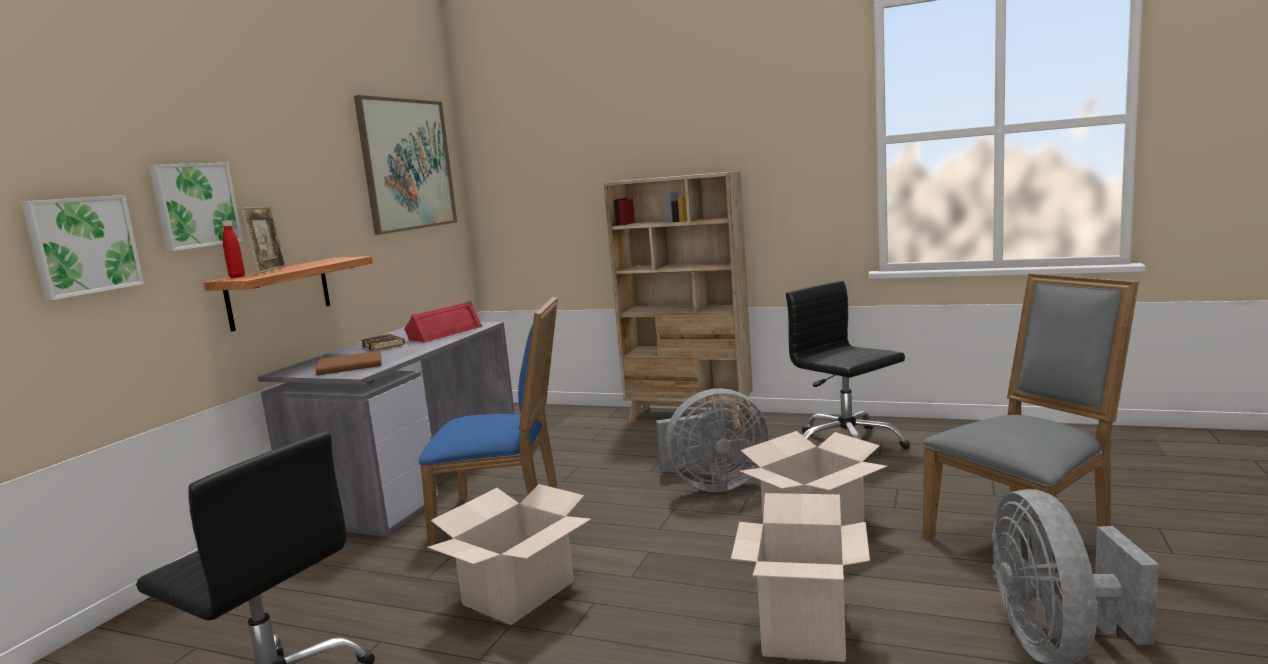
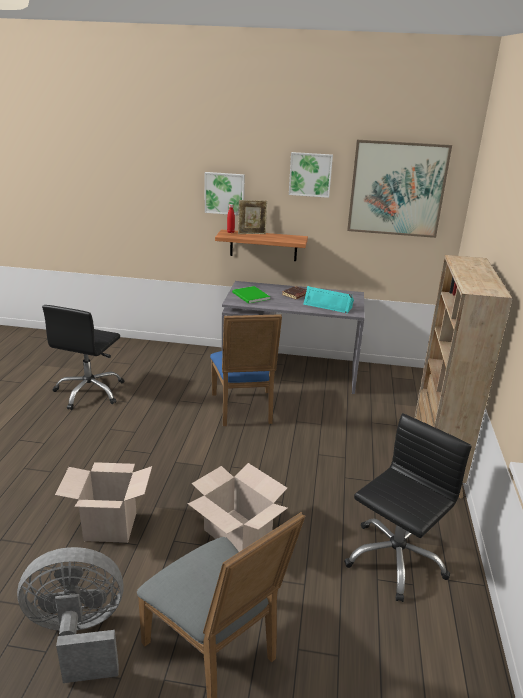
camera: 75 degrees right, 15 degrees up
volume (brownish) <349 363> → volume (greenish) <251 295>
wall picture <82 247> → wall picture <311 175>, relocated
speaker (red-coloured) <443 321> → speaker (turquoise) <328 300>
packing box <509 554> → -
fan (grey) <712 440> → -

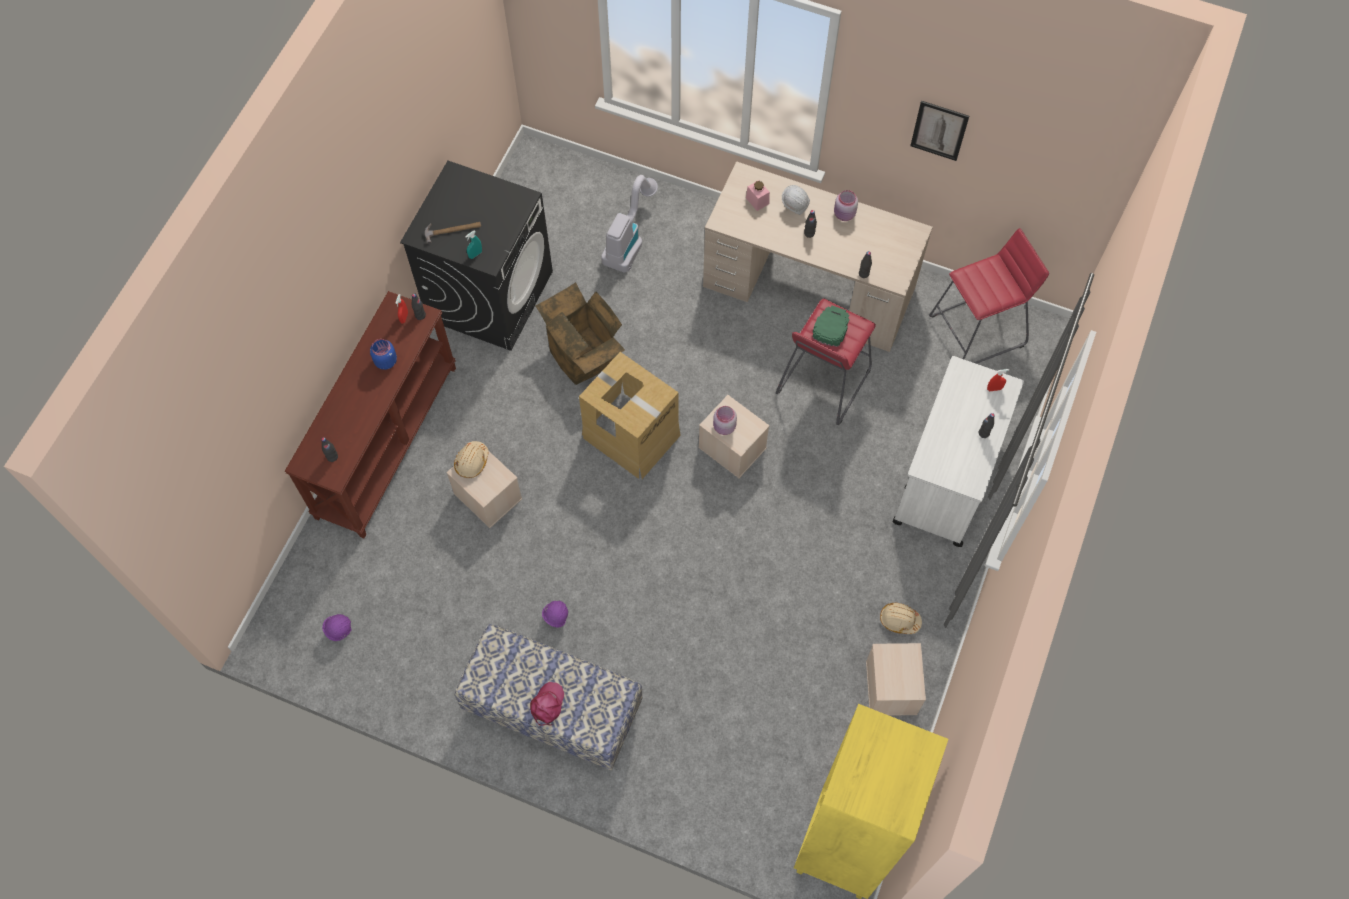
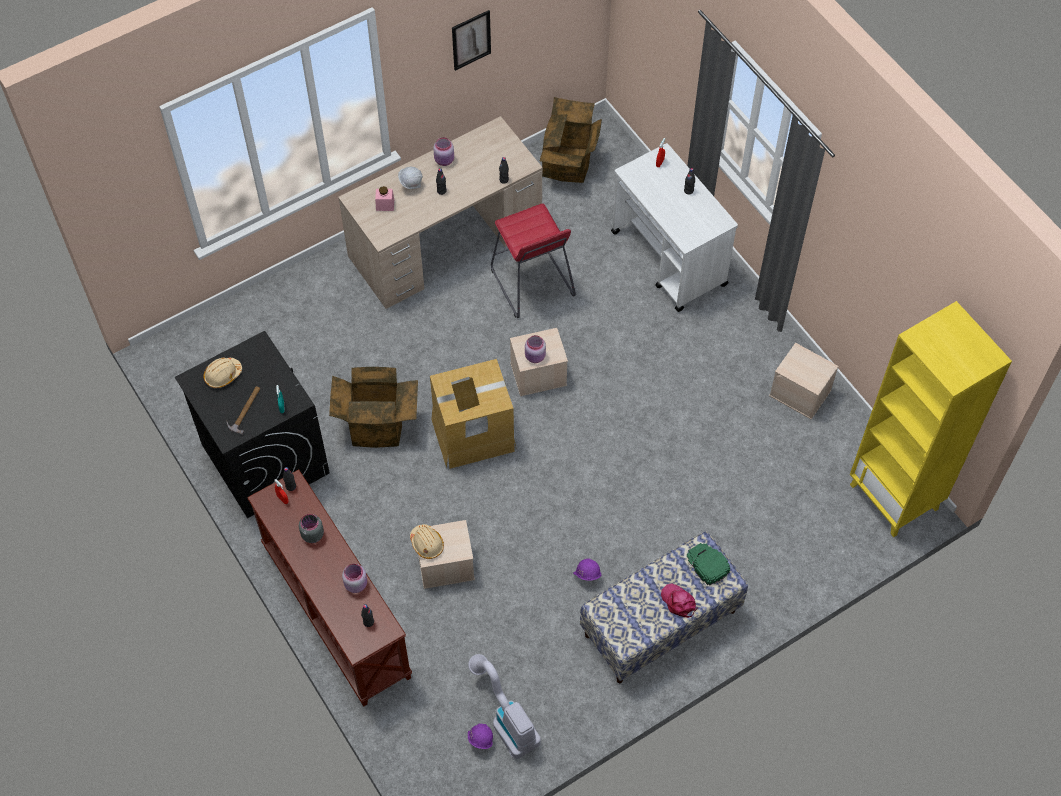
camera: 55 degrees left, 5 degrees down
work helmet (sand-coloured) <901 618> → work helmet (sand-coloured) <222 373>, relocated
storage jar (blue) <383 354> → storage jar (grey) <311 528>
- → storage jar (pinkish) <354 578>
vacuum cleaner <629 223> → vacuum cleaner <504 706>, relocated
stool seat (red-coloured) <989 296> → packing box <571 140>
baseball cap (greenish) <831 326> → baseball cap (greenish) <708 564>, relocated

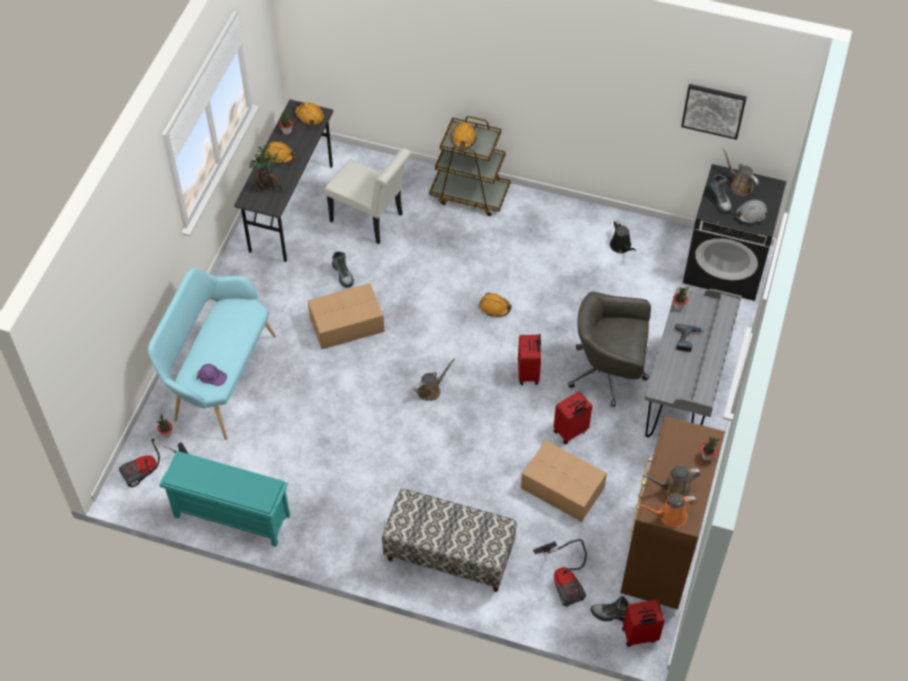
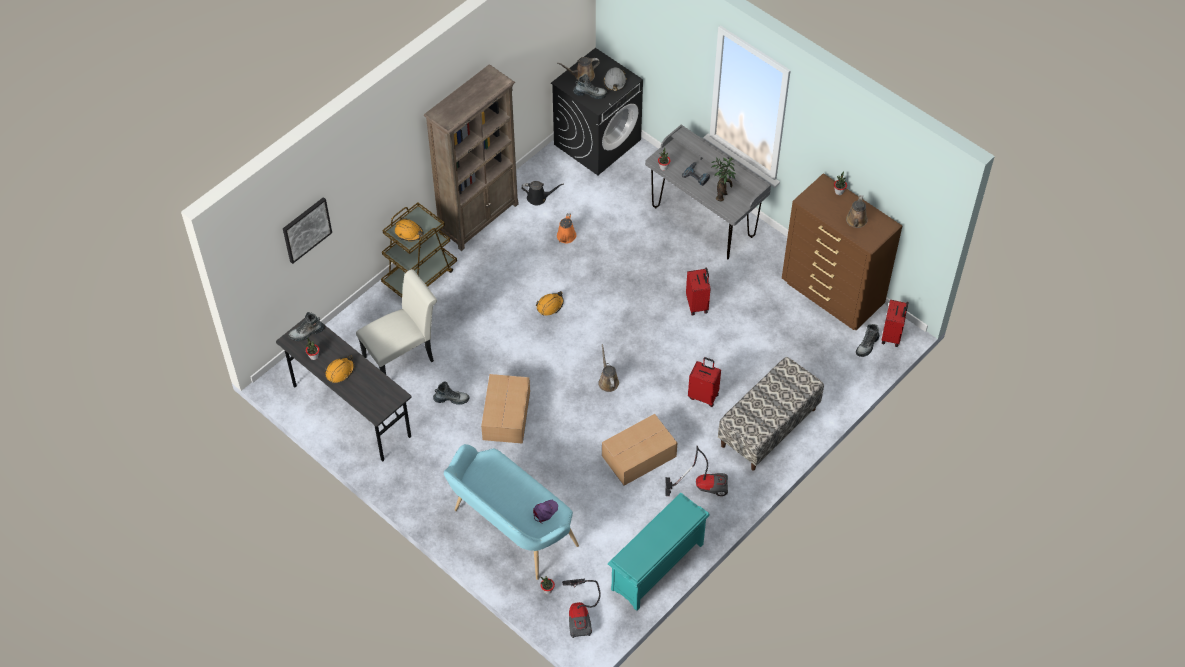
camera: 65 degrees left, 0 degrees up
wall picture <714 112> → wall picture <307 230>, relocated
work helmet (orange) <309 113> → high-top boot <306 326>
- → bookcase (brownish) <471 157>
sprinkling can (orange) <668 510> → sprinkling can (orange) <566 228>, relocated
packing box <564 481> → packing box <639 450>, relocated
vacuum cleaner <560 573> → vacuum cleaner <696 471>, relocated
piece of luggage (red-coloured) <529 359> → piece of luggage (red-coloured) <704 382>, relocated
plant in a pot <267 168> → plant in a pot <723 179>, relocated
office chair (grey) <609 349> → -

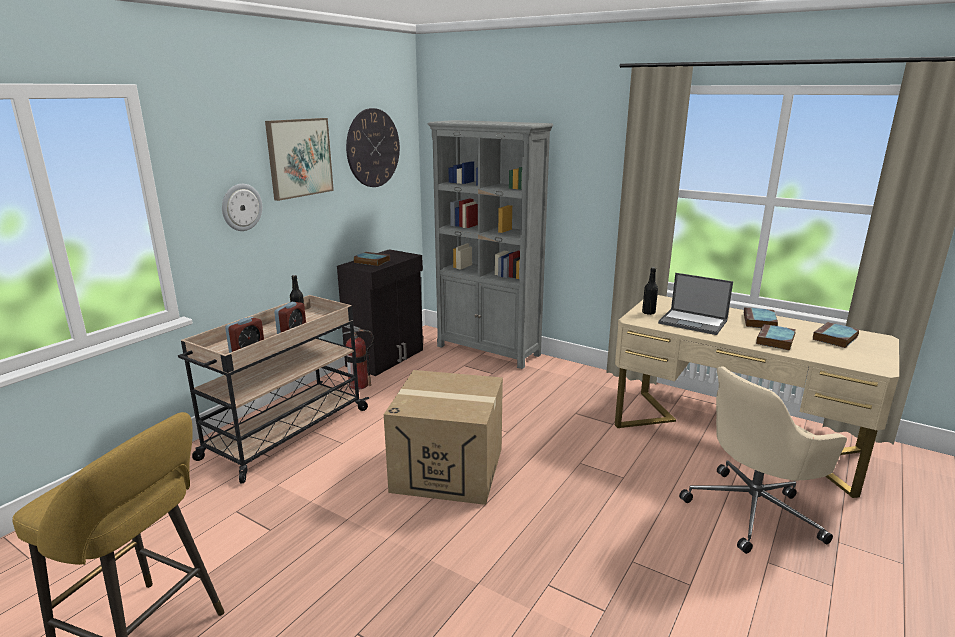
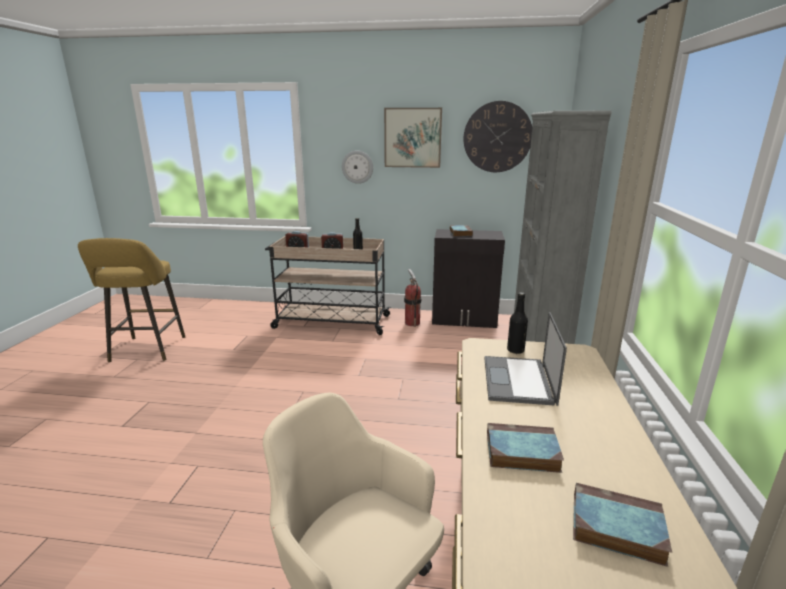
camera: 65 degrees right, 0 degrees up
packing box <443 437> → -
volume <761 317> → -

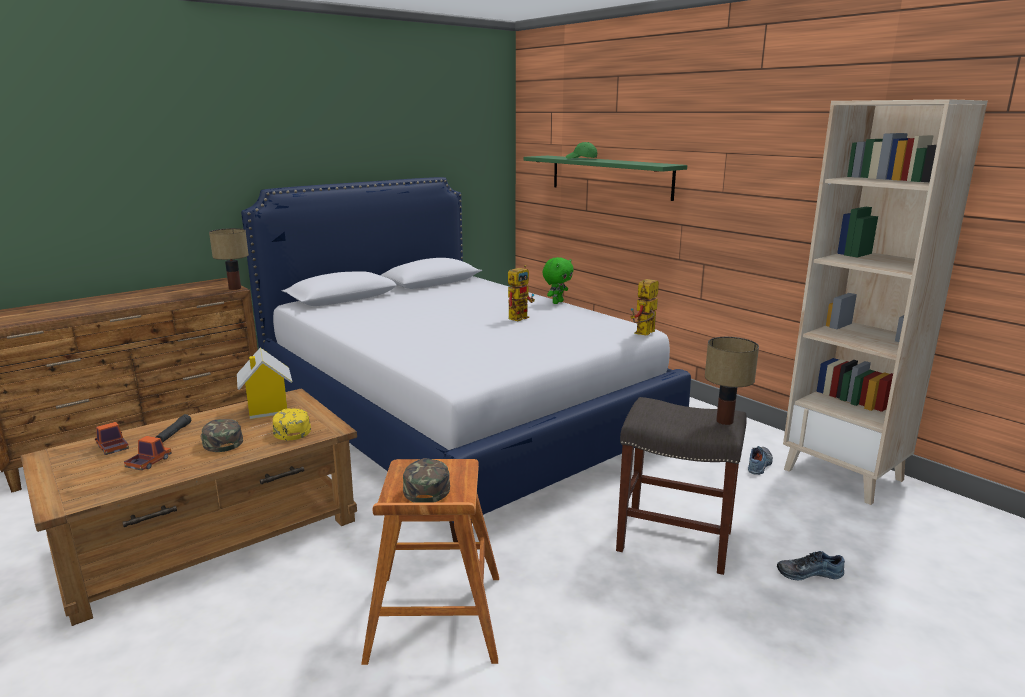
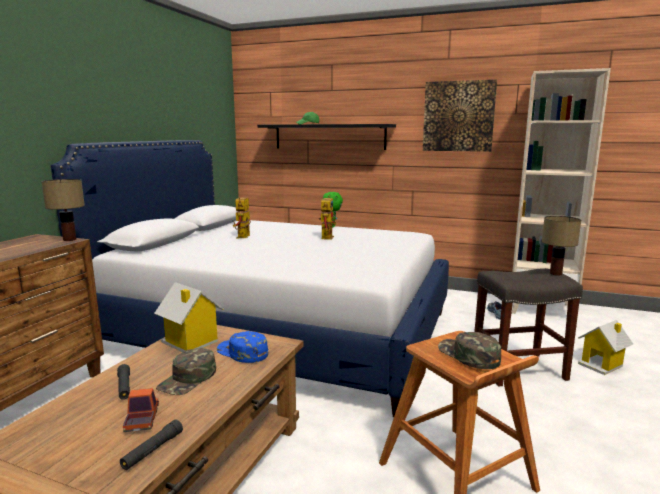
camera: 30 degrees left, 5 degrees down
- → flashlight (black-coloured) <151 444>
baseball cap (greenish) <221 435> → baseball cap (greenish) <186 371>, 90 degrees counterclockwise
baseball cap (yellow) <292 424> → baseball cap (blue) <242 347>
toy robot <645 307> → toy robot <241 217>, relocated
bracket shelf (greenish) <605 178> → bracket shelf (black-coloured) <326 137>
- → wall picture <460 115>
item of footwear <811 565> → miniature house <605 347>
toy lorry <112 438> → -

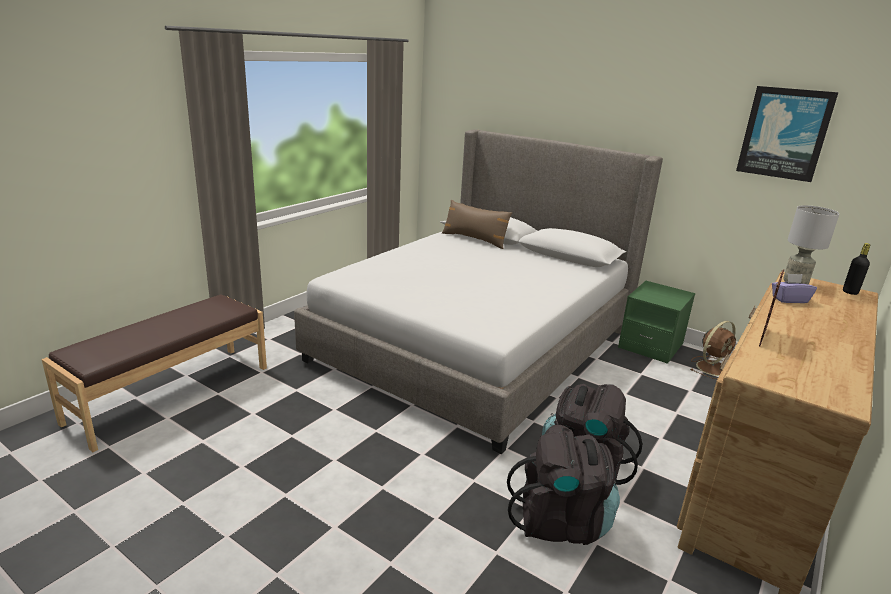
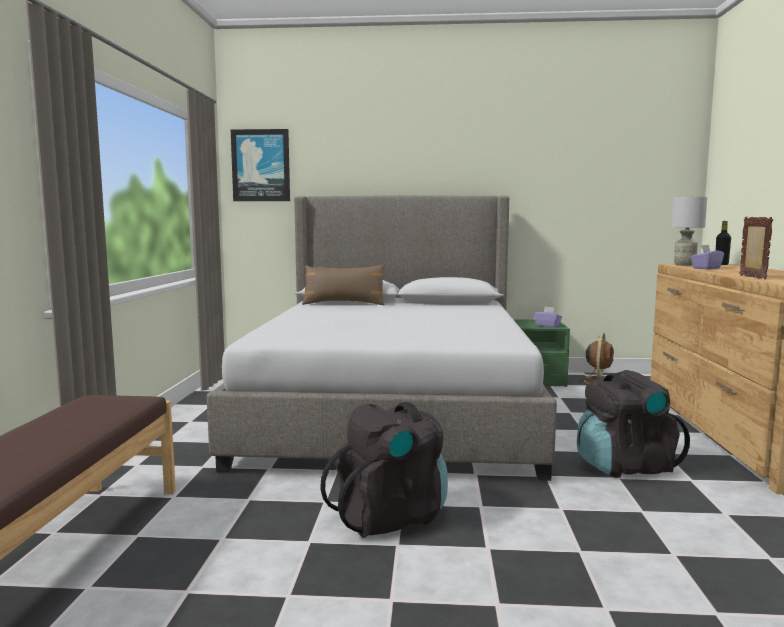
camera: 30 degrees left, 15 degrees down
wall picture <787 134> → wall picture <260 165>, relocated
rucksack (black-coloured) <563 485> → rucksack (black-coloured) <384 470>, relocated
- → tissue box (purple) <548 317>

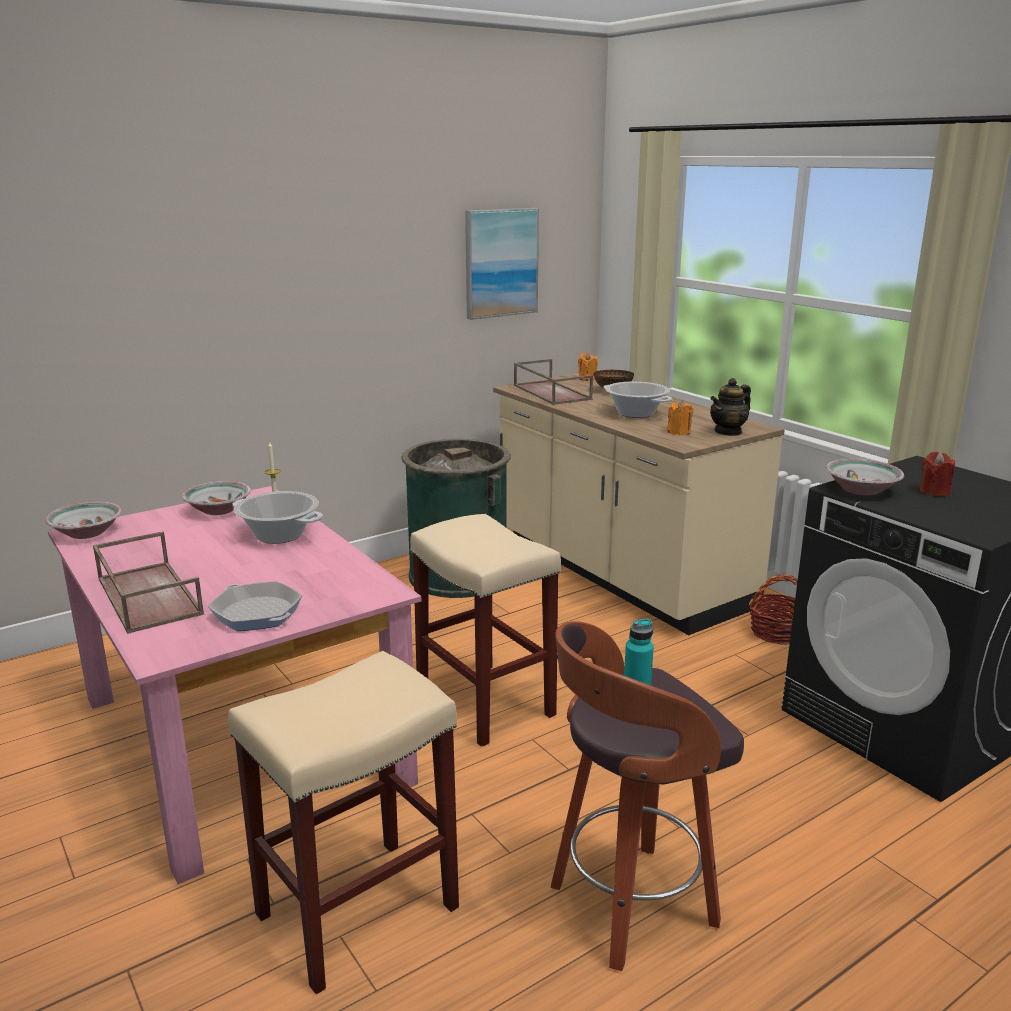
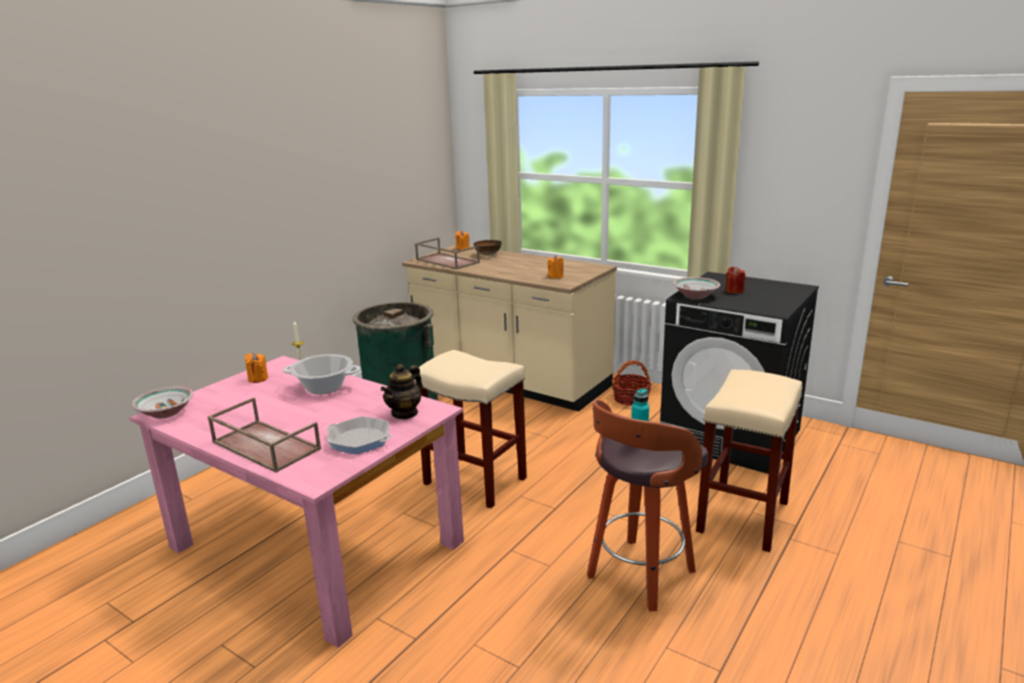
camera: 20 degrees left, 0 degrees up
bowl <216 498> → wax light (orange) <256 368>
teapot <730 407> → teapot <401 391>, relocated
stool seat (sand-coloured) <343 822> → stool seat (sand-coloured) <749 461>, relocated
wall picture <502 264> → -
stockpot <638 400> → -

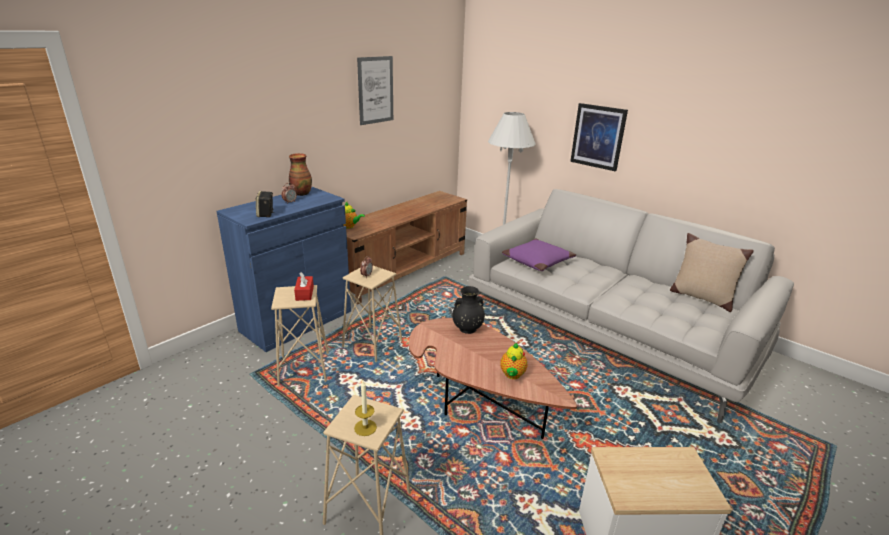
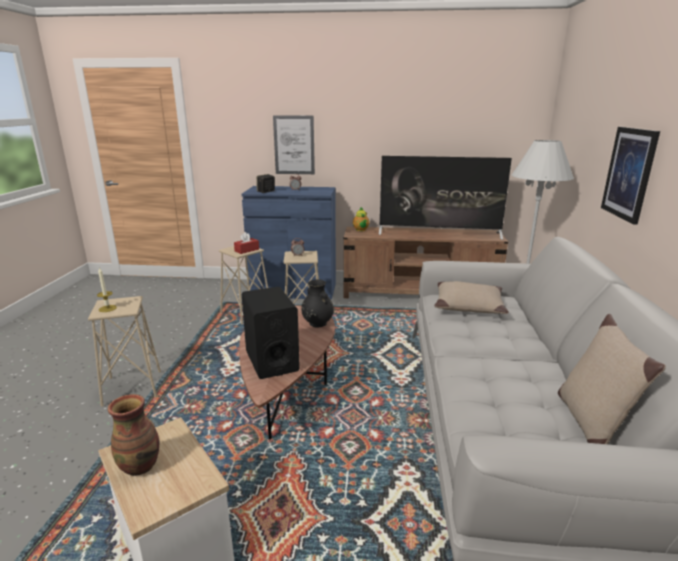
camera: 55 degrees right, 5 degrees down
decorative vase <300 174> → decorative vase <133 435>, relocated
teapot <513 361> → speaker (black-coloured) <271 333>
wall picture <375 90> → wall picture <294 144>, relocated
- → television <445 198>
cushion (purple) <539 255> → cushion (sand-coloured) <471 297>

